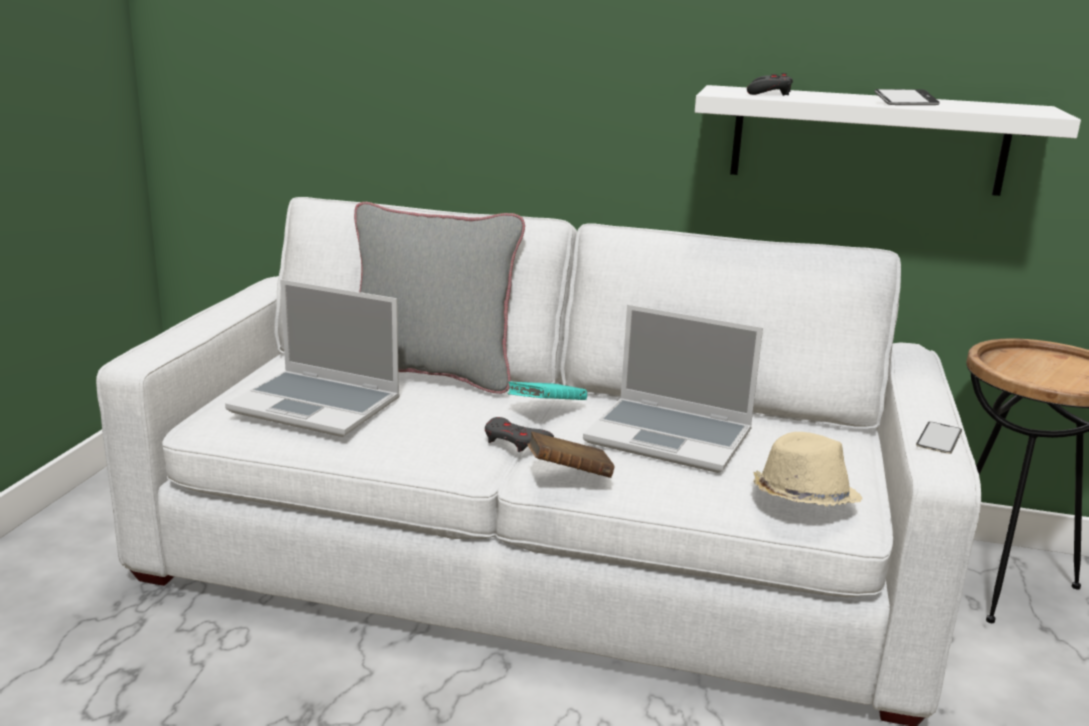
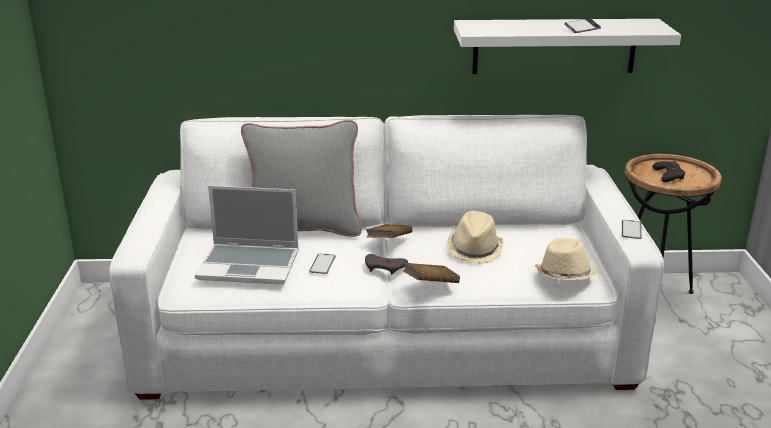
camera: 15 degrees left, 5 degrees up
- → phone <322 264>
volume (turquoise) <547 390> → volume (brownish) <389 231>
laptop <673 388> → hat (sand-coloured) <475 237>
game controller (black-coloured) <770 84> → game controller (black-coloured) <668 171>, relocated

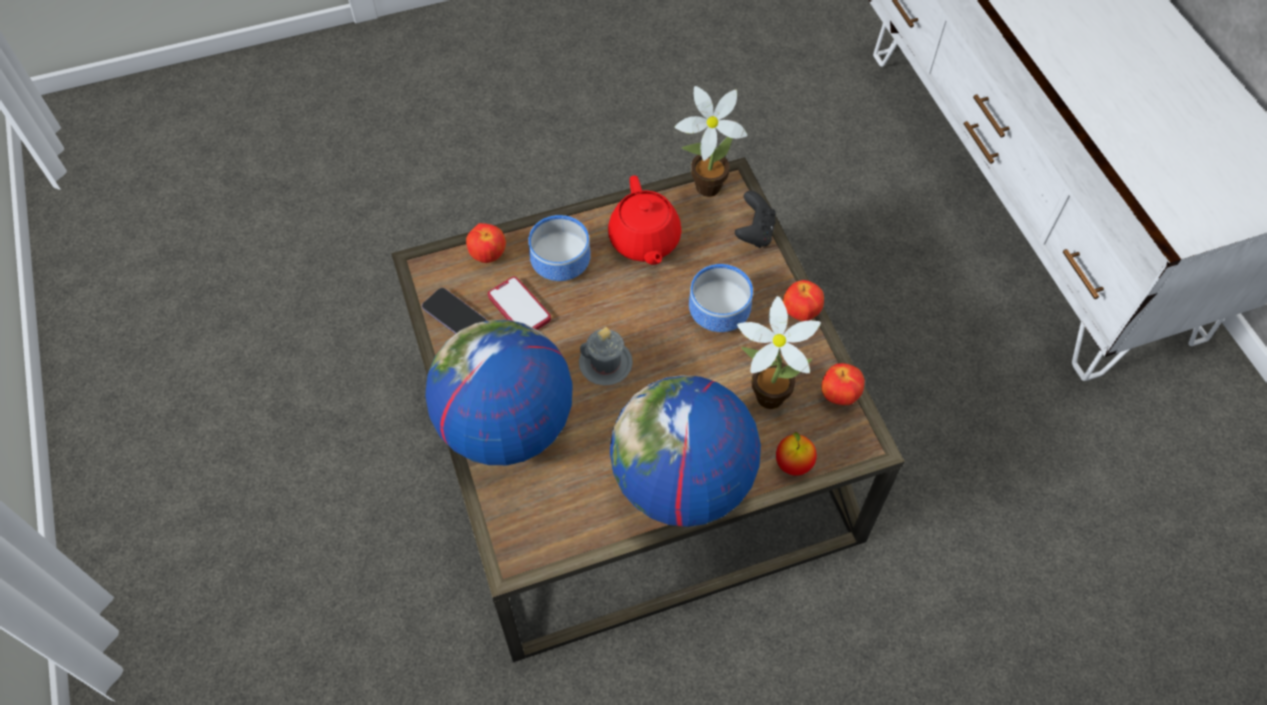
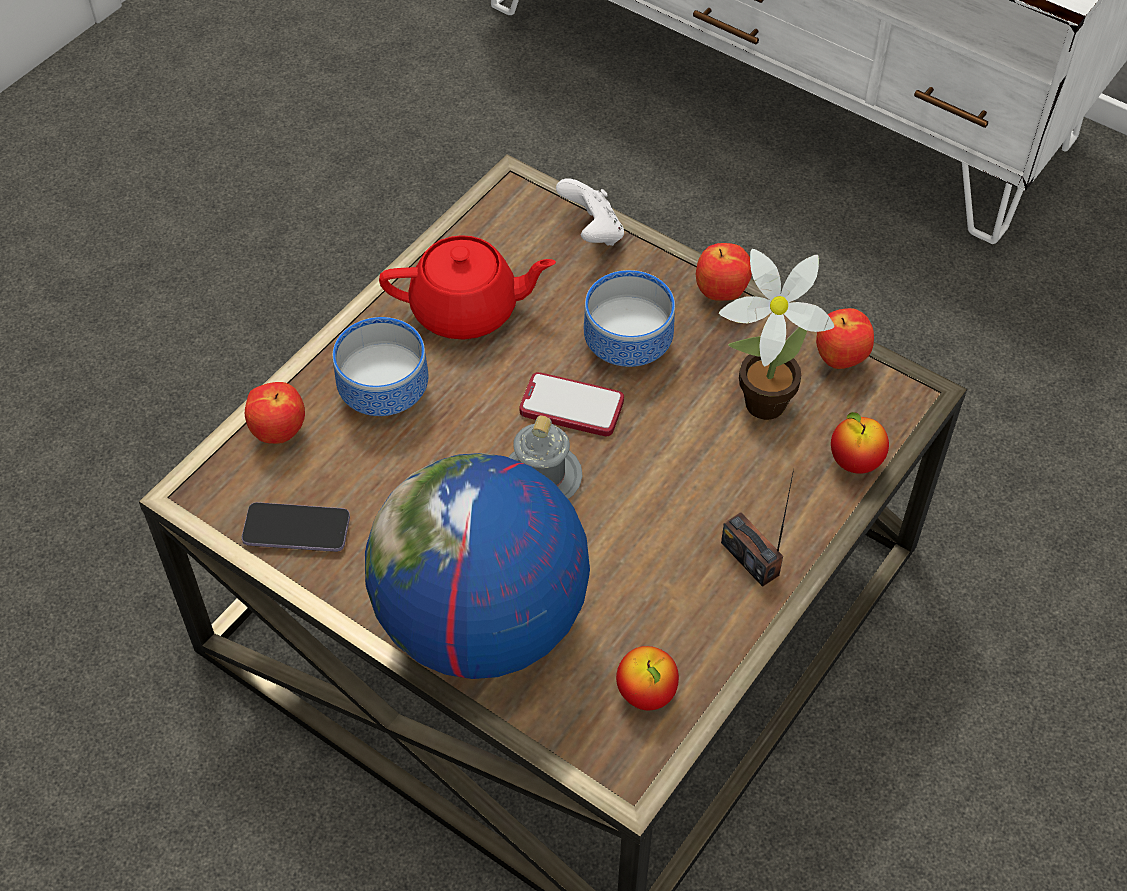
camera: 35 degrees left, 5 degrees down
teapot (red-coloured) <645 220> → teapot (red-coloured) <467 287>, 45 degrees counterclockwise
phone <519 303> → phone <571 404>, relocated
game controller (black-coloured) <755 219> → game controller (white-coloured) <590 212>
- → whole apple <647 678>
world globe <685 451> → radio <757 528>
plant in a pot <711 141> → -

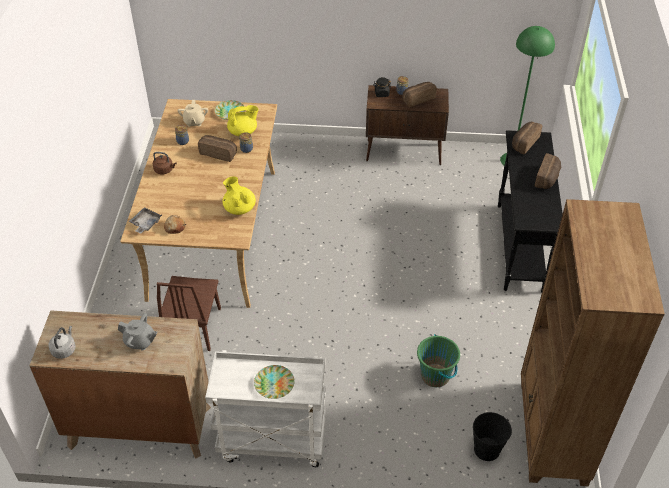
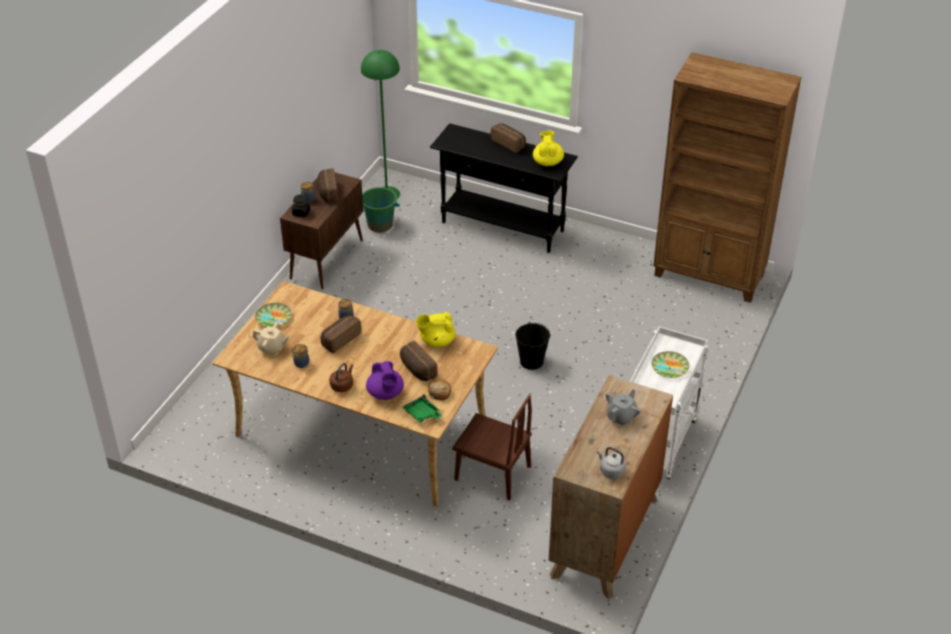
camera: 70 degrees left, 5 degrees down
water bucket (greenish) <438 360> → water bucket (greenish) <381 210>, relocated
- → teapot (purple) <385 380>
baked bread <527 138> → baked bread <419 361>, relocated
tray (grey) <145 220> → tray (greenish) <422 408>
water bucket (black-coloured) <492 436> → water bucket (black-coloured) <532 346>, relocated
teapot (yellow) <242 120> → teapot (yellow) <548 148>, relocated

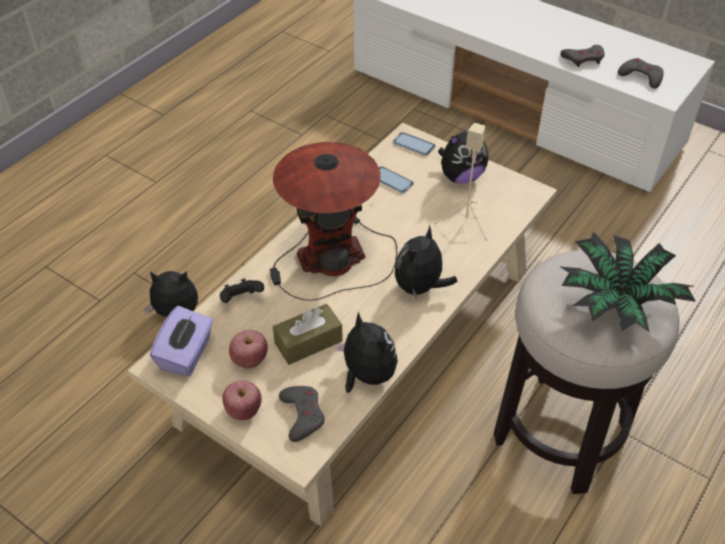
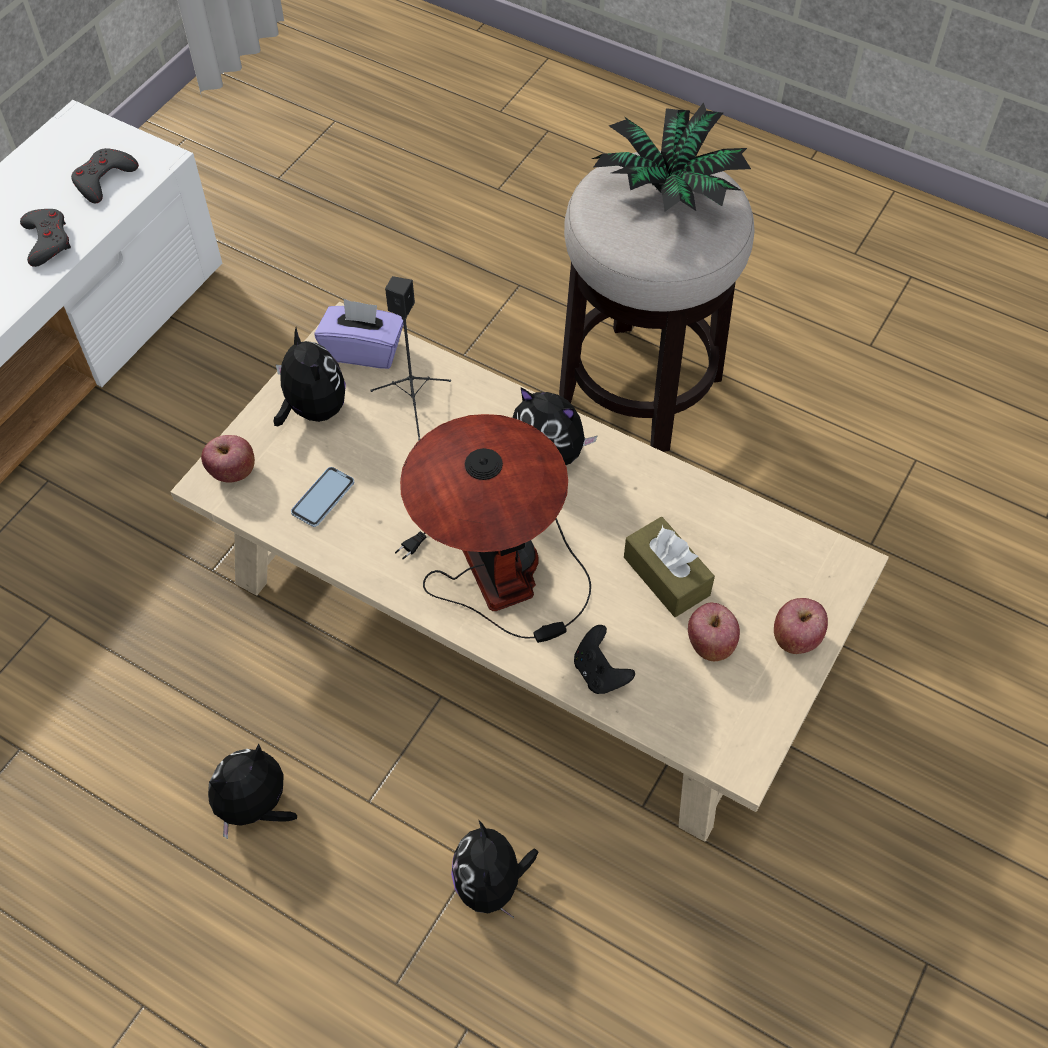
camera: 95 degrees left, 10 degrees up
phone <414 144> → whole apple <228 459>
soft toy <366 352> → soft toy <252 791>, relocated
tissue box (purple) <181 341> → tissue box (purple) <359 334>, relocated
speaker (sand-coloured) <460 182> → speaker (black-coloured) <410 358>
game controller (grey) <302 414> → -

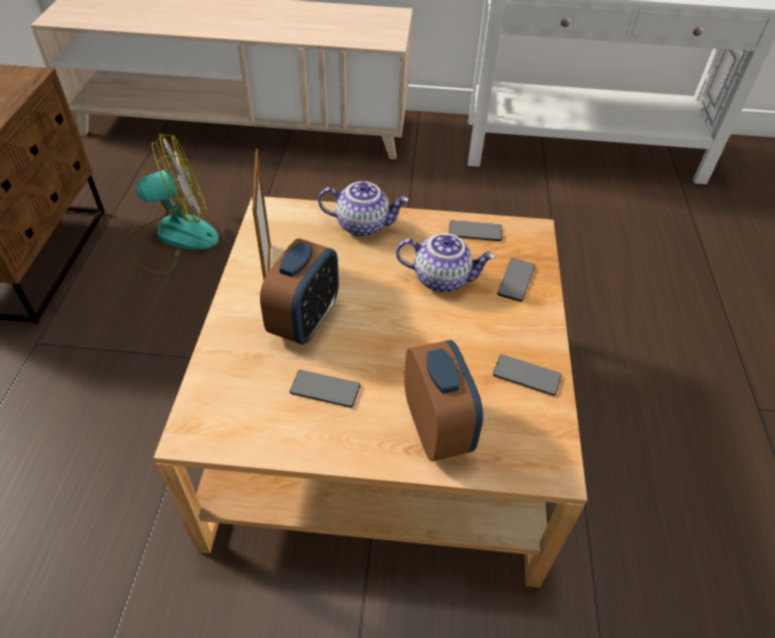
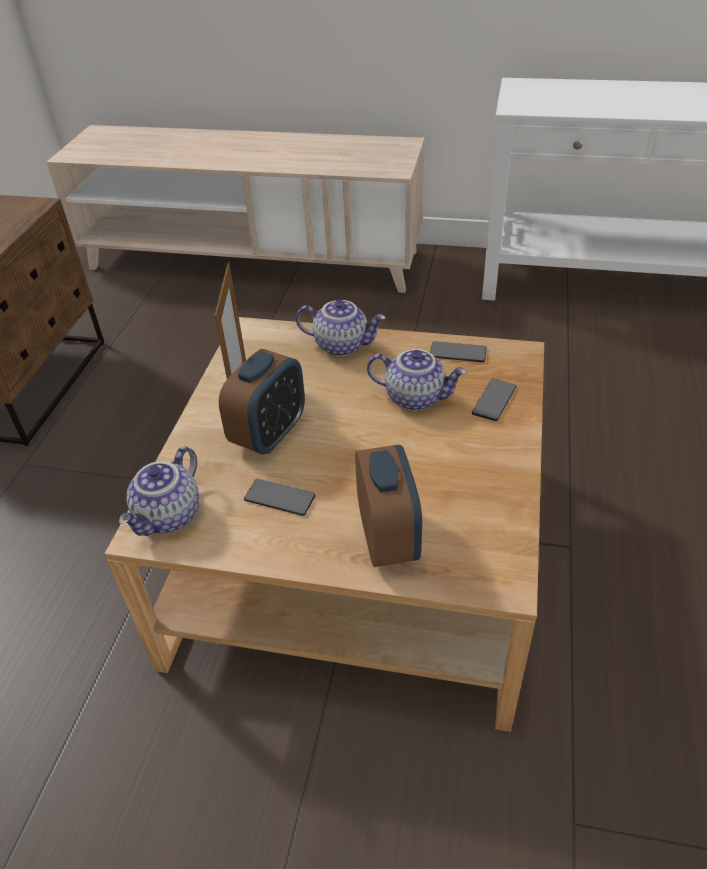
camera: 10 degrees right, 5 degrees down
- → teapot <159 491>
fan <172 203> → -
phone <527 375> → -

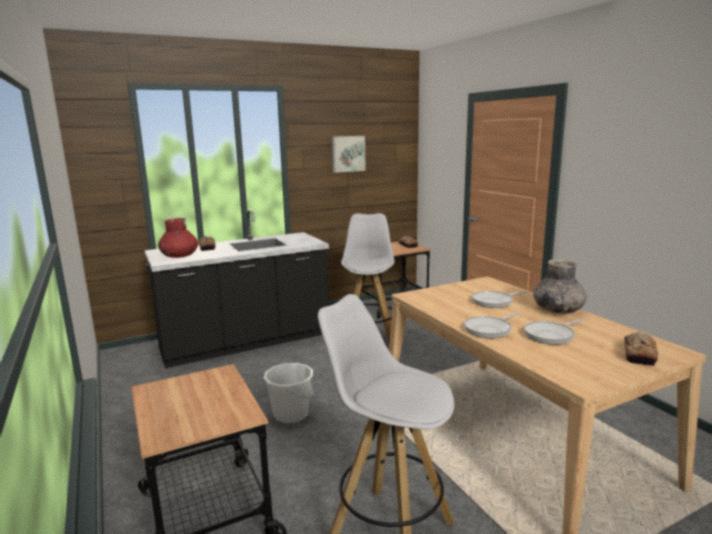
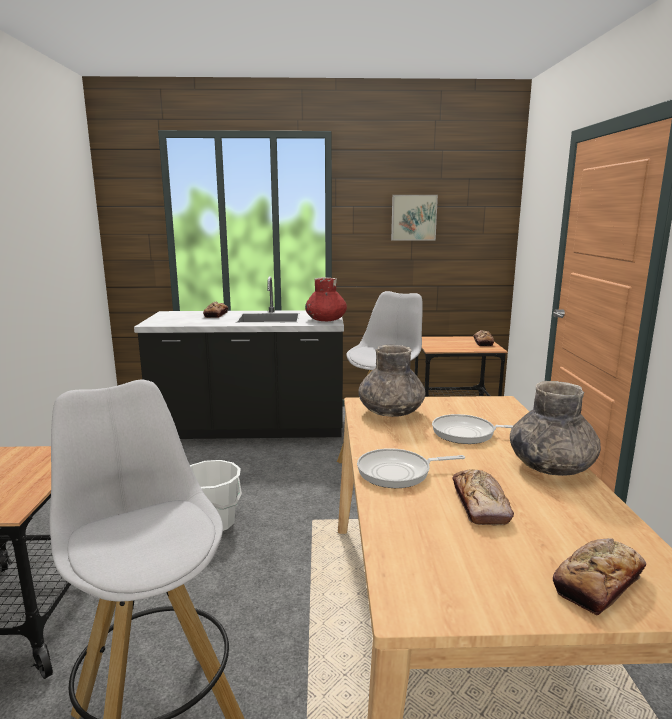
camera: 25 degrees right, 0 degrees up
decorative vase (red-coloured) <178 237> → decorative vase (red-coloured) <326 299>, relocated
- → decorative vase (grey) <392 381>
skillet <554 332> → baked bread <483 497>

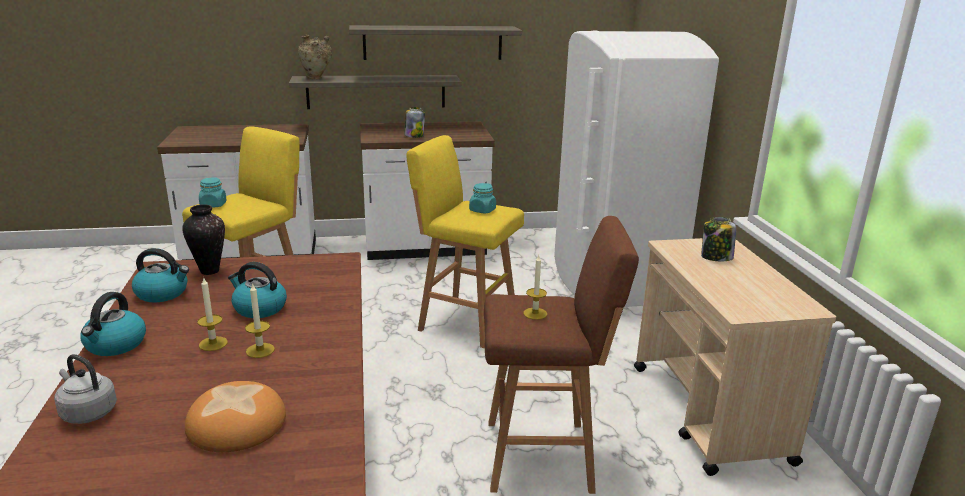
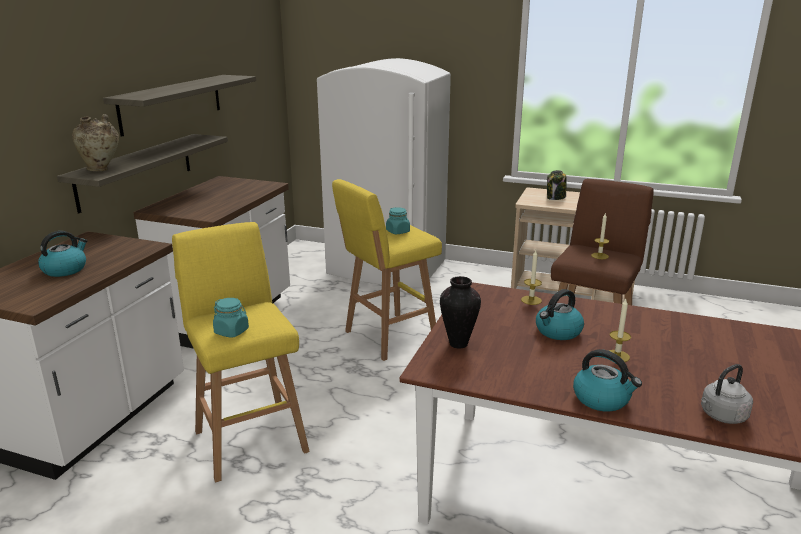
camera: 60 degrees left, 0 degrees up
kettle <160 275> → kettle <62 254>, relocated
wax light <260 320> → wax light <531 277>, relocated
baked bread <235 416> → -
storage jar <414 122> → -

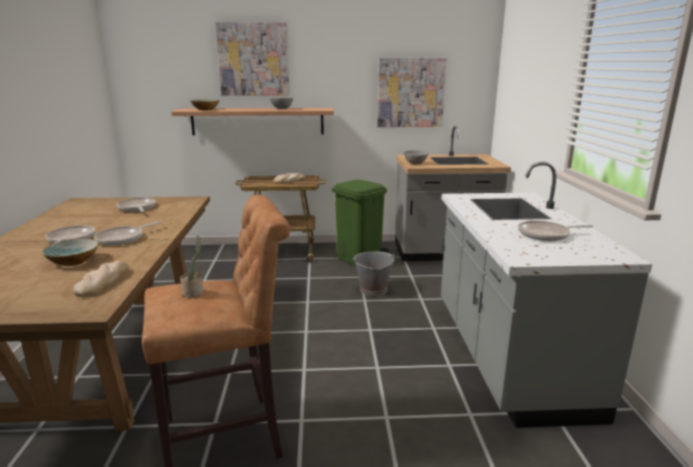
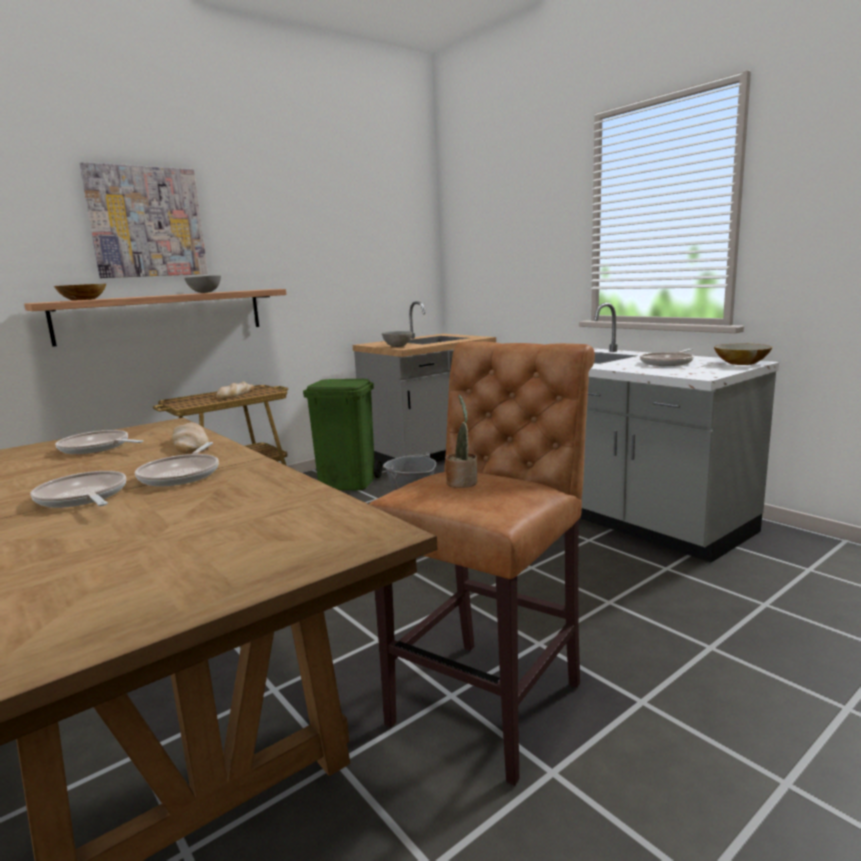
camera: 35 degrees left, 5 degrees down
baked bread <101 279> → baked bread <191 437>, relocated
bowl <70 252> → bowl <743 354>, relocated
wall picture <412 92> → -

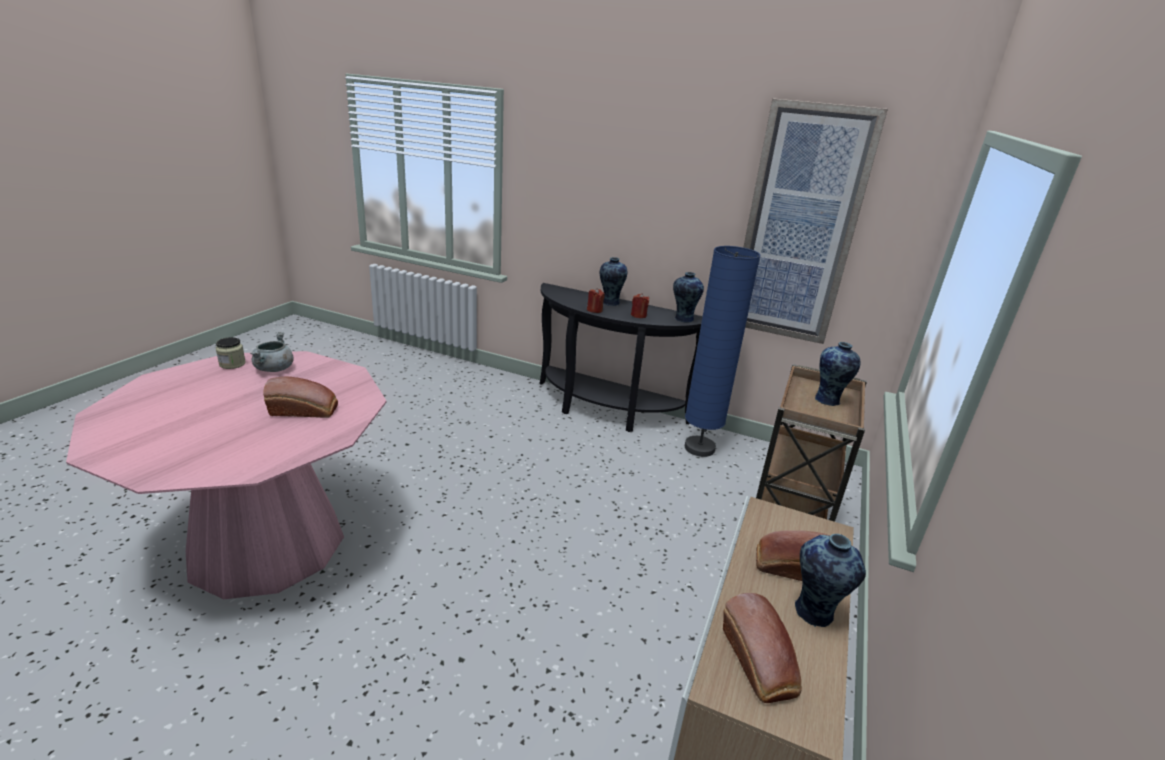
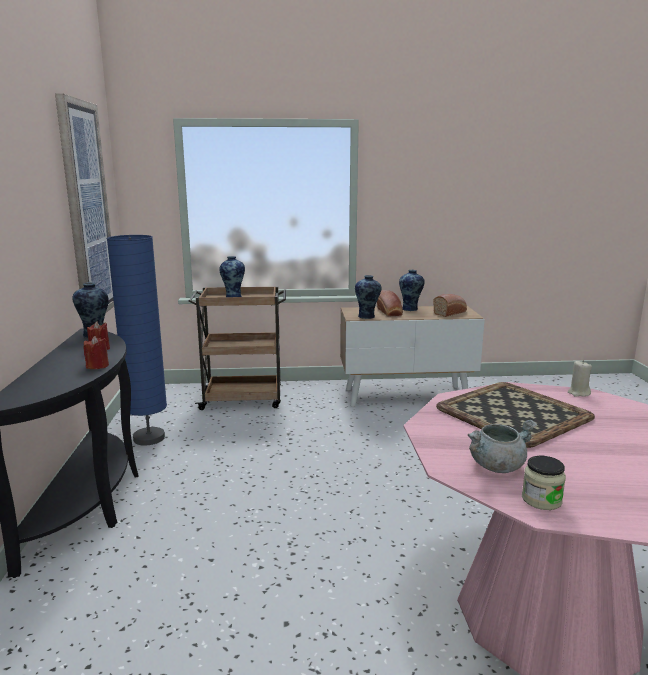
camera: 115 degrees left, 10 degrees down
decorative vase <613 281> → decorative vase <368 297>, relocated
baked bread <300 397> → tray <515 415>
- → wax light (sand-coloured) <580 378>

